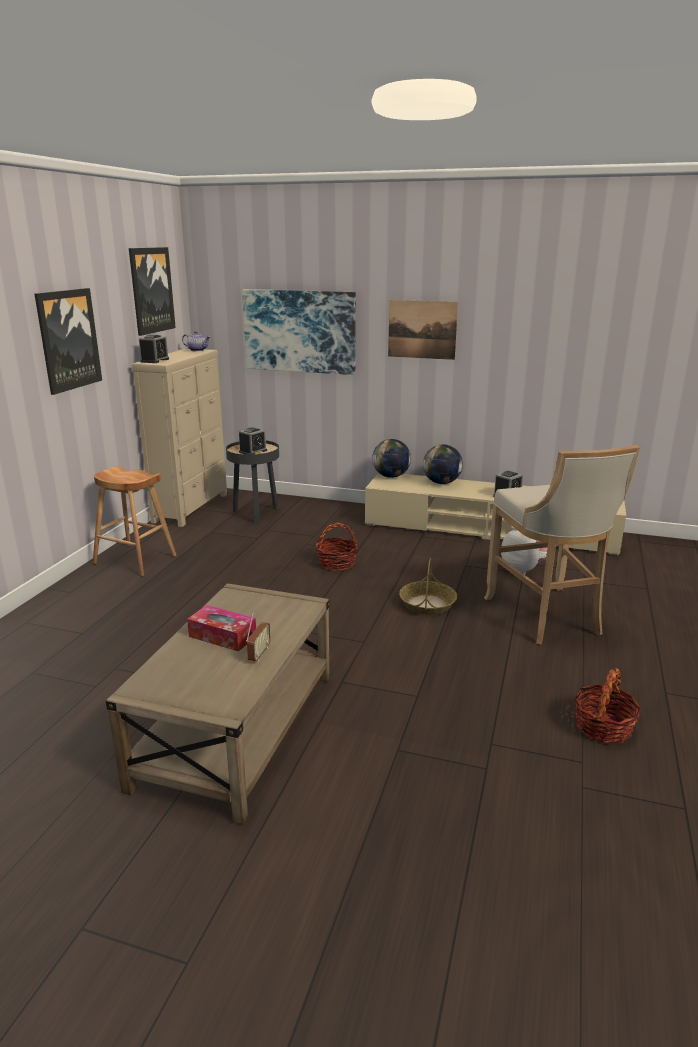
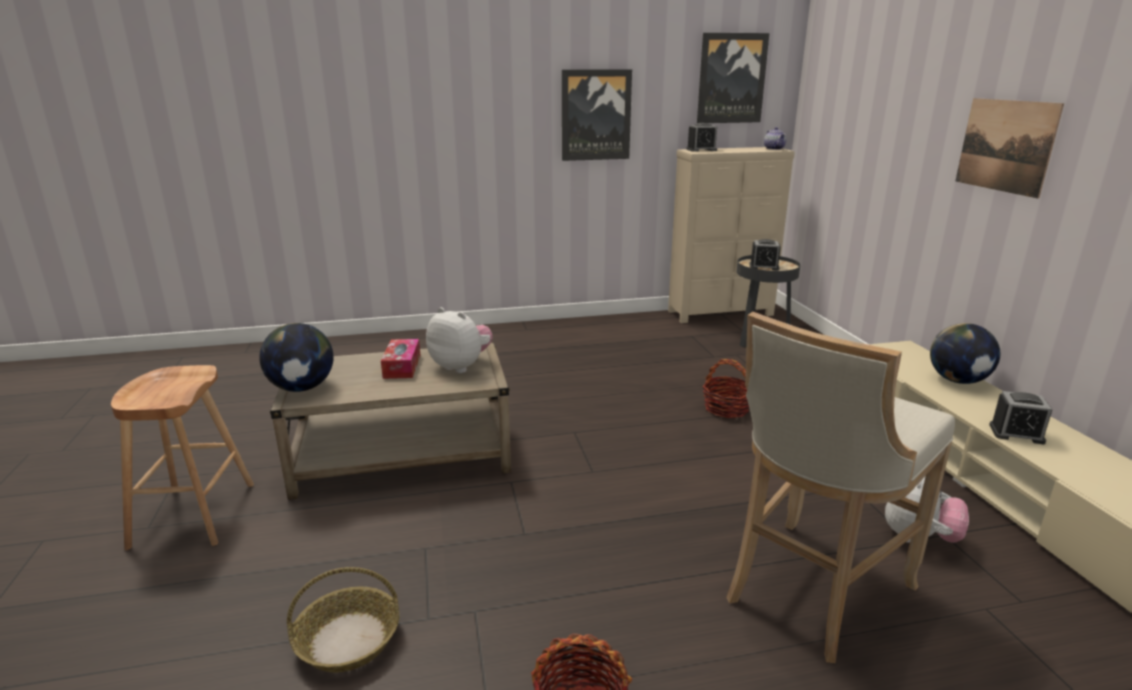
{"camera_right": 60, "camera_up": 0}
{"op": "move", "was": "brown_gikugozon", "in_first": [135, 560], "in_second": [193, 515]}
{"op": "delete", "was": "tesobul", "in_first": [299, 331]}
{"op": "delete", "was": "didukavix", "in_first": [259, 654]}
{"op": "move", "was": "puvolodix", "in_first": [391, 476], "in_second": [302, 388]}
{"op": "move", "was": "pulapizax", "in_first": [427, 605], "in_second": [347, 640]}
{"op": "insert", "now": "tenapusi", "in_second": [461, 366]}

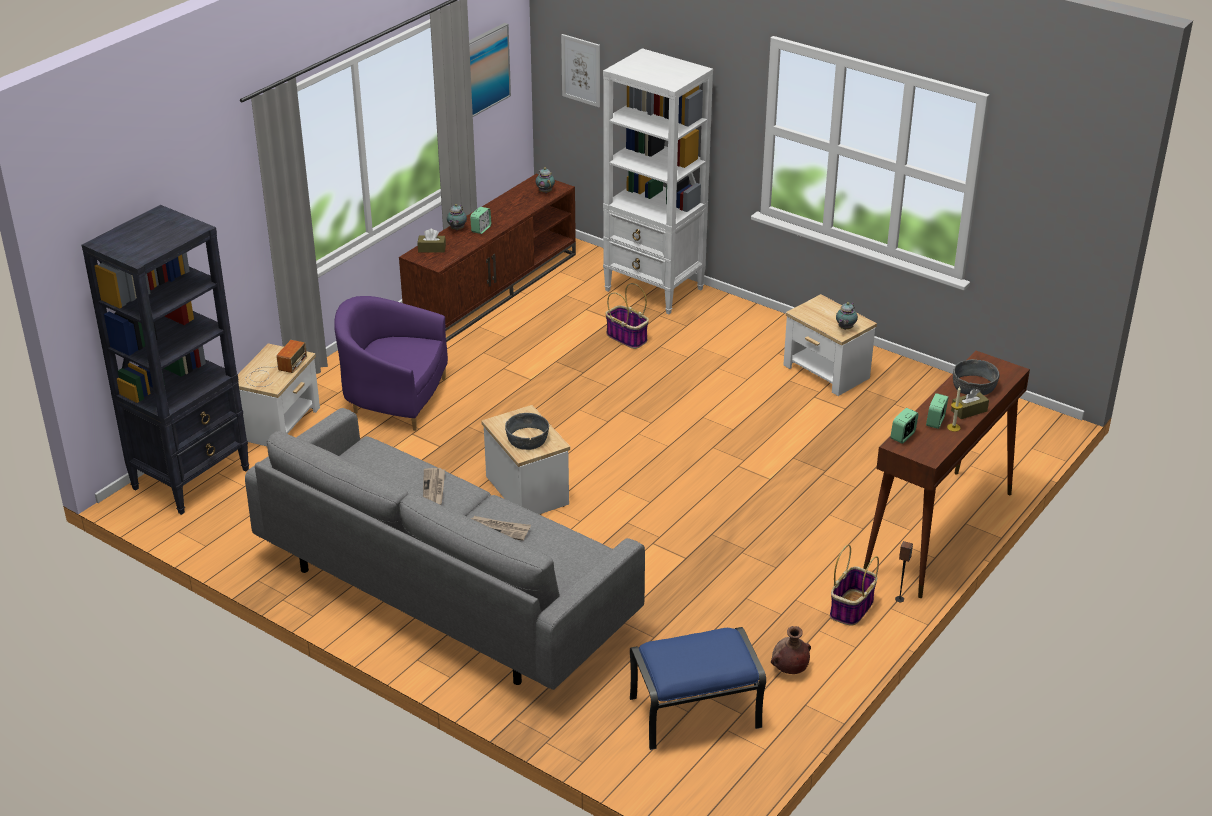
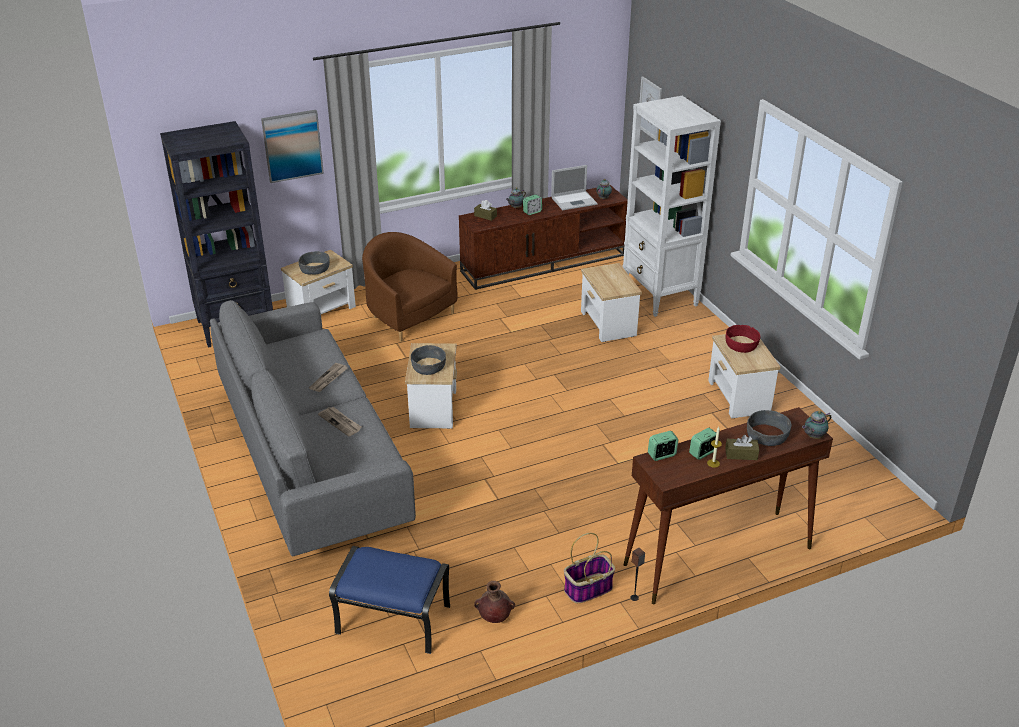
{"camera_right": 30, "camera_up": 0}
{"op": "replace", "was": "didukavix", "now": "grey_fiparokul", "in_first": [274, 371], "in_second": [315, 268]}
{"op": "recolor", "was": "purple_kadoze", "now": "brown_kadoze", "in_first": [394, 399], "in_second": [408, 316]}
{"op": "move", "was": "tesobul", "in_first": [485, 69], "in_second": [292, 145]}
{"op": "replace", "was": "pulapizax", "now": "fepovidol", "in_first": [627, 338], "in_second": [607, 324]}
{"op": "move", "was": "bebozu", "in_first": [845, 328], "in_second": [813, 437]}
{"op": "insert", "now": "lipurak", "in_second": [574, 201]}
{"op": "insert", "now": "red_fiparokul", "in_second": [741, 344]}

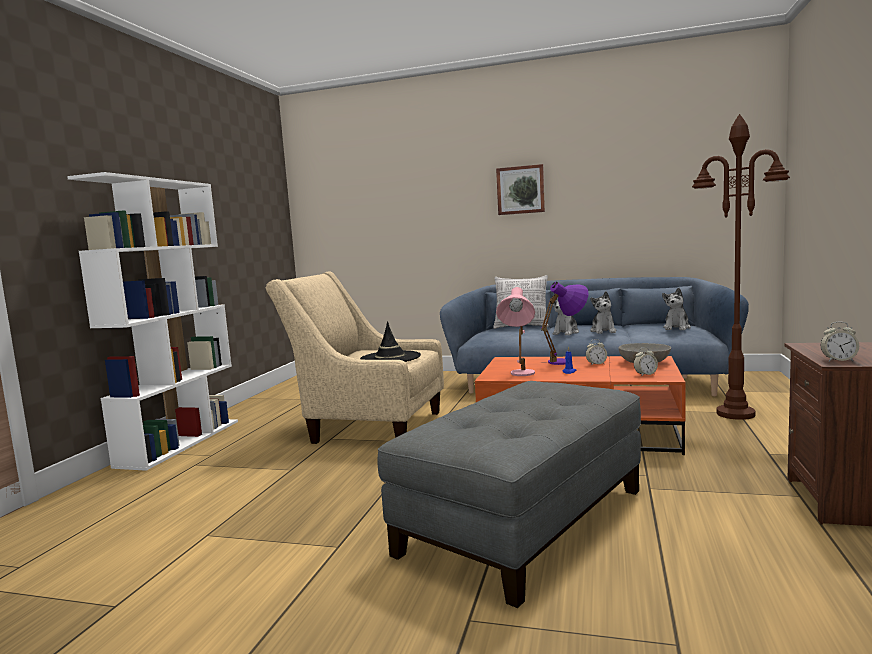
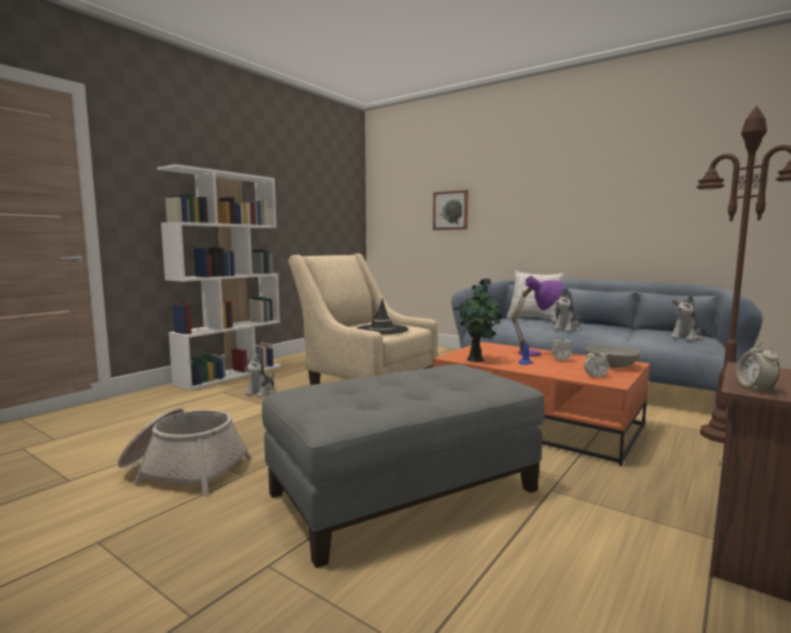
{"camera_right": 20, "camera_up": 0}
{"op": "move", "was": "tesobul", "in_first": [520, 190], "in_second": [451, 210]}
{"op": "replace", "was": "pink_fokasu", "now": "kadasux", "in_first": [520, 375], "in_second": [477, 360]}
{"op": "move", "was": "tenapusi", "in_first": [603, 331], "in_second": [261, 392]}
{"op": "rotate", "was": "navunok", "in_first": [838, 360], "in_second": [755, 388], "clockwise": 60}
{"op": "insert", "now": "pulapizax", "in_second": [184, 470]}

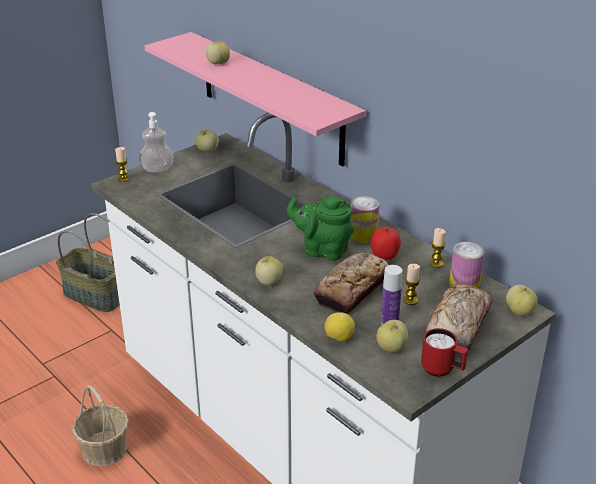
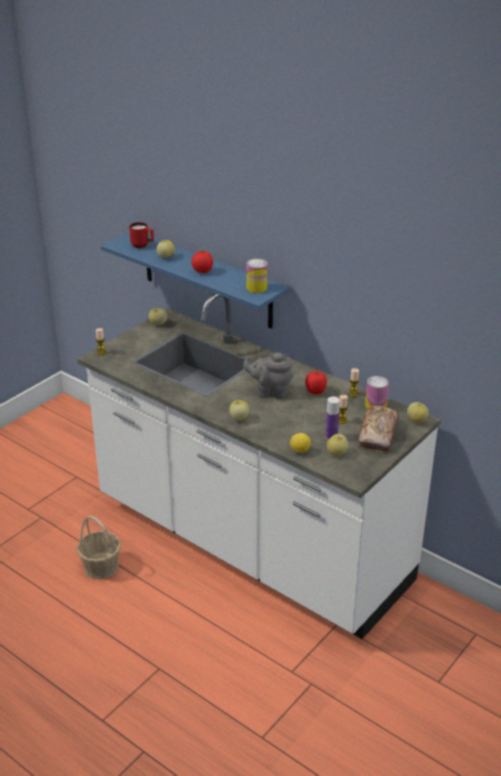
{"camera_right": -10, "camera_up": 0}
{"op": "delete", "was": "pulapizax", "in_first": [93, 296]}
{"op": "delete", "was": "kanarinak", "in_first": [157, 169]}
{"op": "recolor", "was": "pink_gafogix", "now": "blue_gafogix", "in_first": [271, 98], "in_second": [207, 280]}
{"op": "recolor", "was": "green_bebozu", "now": "grey_bebozu", "in_first": [322, 250], "in_second": [270, 392]}
{"op": "delete", "was": "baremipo", "in_first": [352, 289]}
{"op": "move", "was": "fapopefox", "in_first": [363, 235], "in_second": [256, 288]}
{"op": "move", "was": "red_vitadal", "in_first": [442, 370], "in_second": [142, 245]}
{"op": "insert", "now": "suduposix", "in_second": [202, 271]}

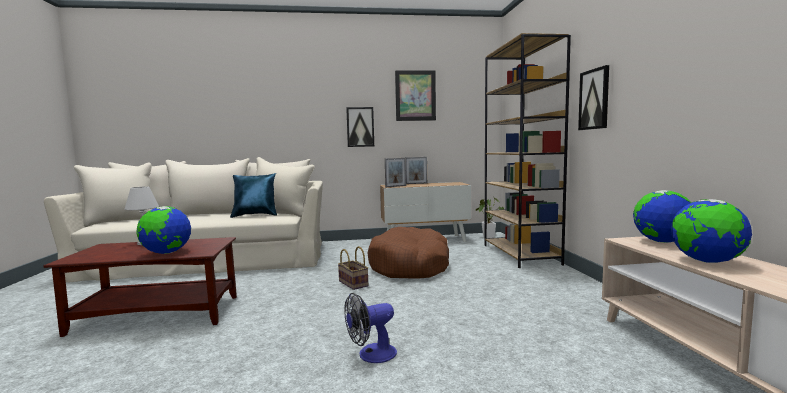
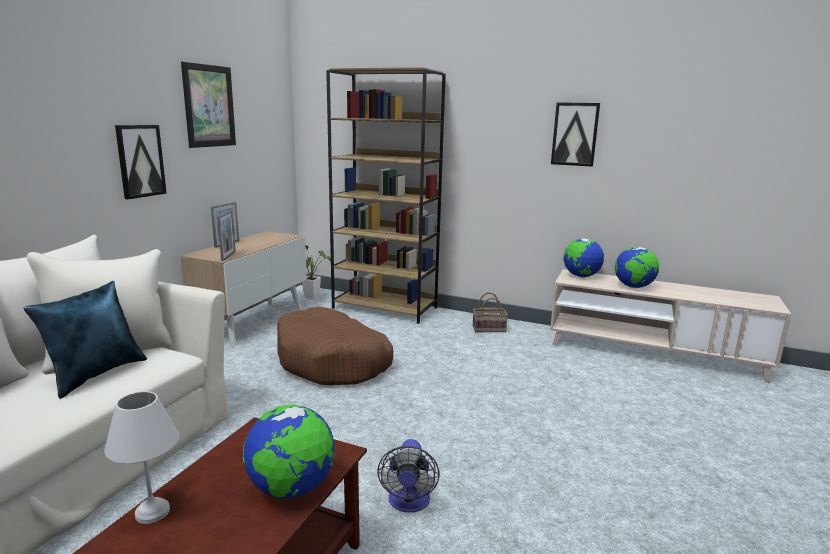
{"camera_right": -60, "camera_up": 10}
{"op": "move", "was": "pulapizax", "in_first": [354, 283], "in_second": [489, 329]}
{"op": "move", "was": "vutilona", "in_first": [371, 355], "in_second": [408, 503]}
{"op": "move", "was": "tesobul", "in_first": [594, 99], "in_second": [575, 134]}

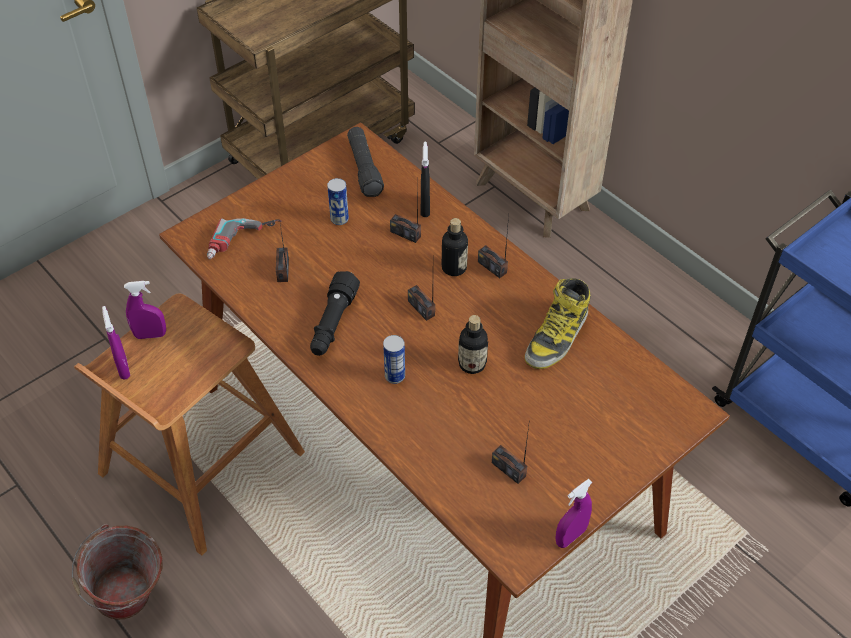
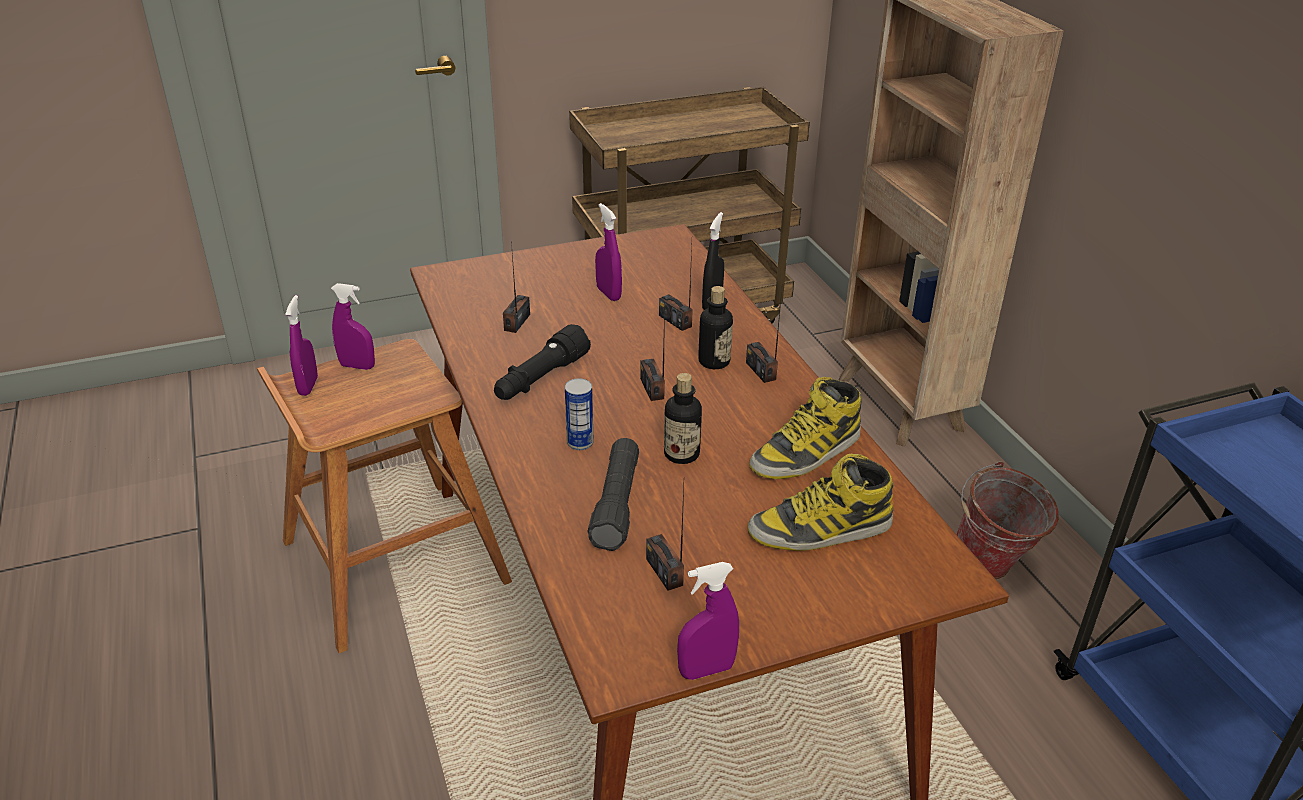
{"camera_right": 20, "camera_up": -15}
{"op": "move", "was": "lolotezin", "in_first": [133, 603], "in_second": [992, 570]}
{"op": "delete", "was": "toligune", "in_first": [244, 243]}
{"op": "replace", "was": "fapopefox", "now": "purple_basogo", "in_first": [339, 219], "in_second": [608, 294]}
{"op": "move", "was": "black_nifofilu", "in_first": [364, 169], "in_second": [616, 505]}
{"op": "insert", "now": "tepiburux", "in_second": [820, 530]}

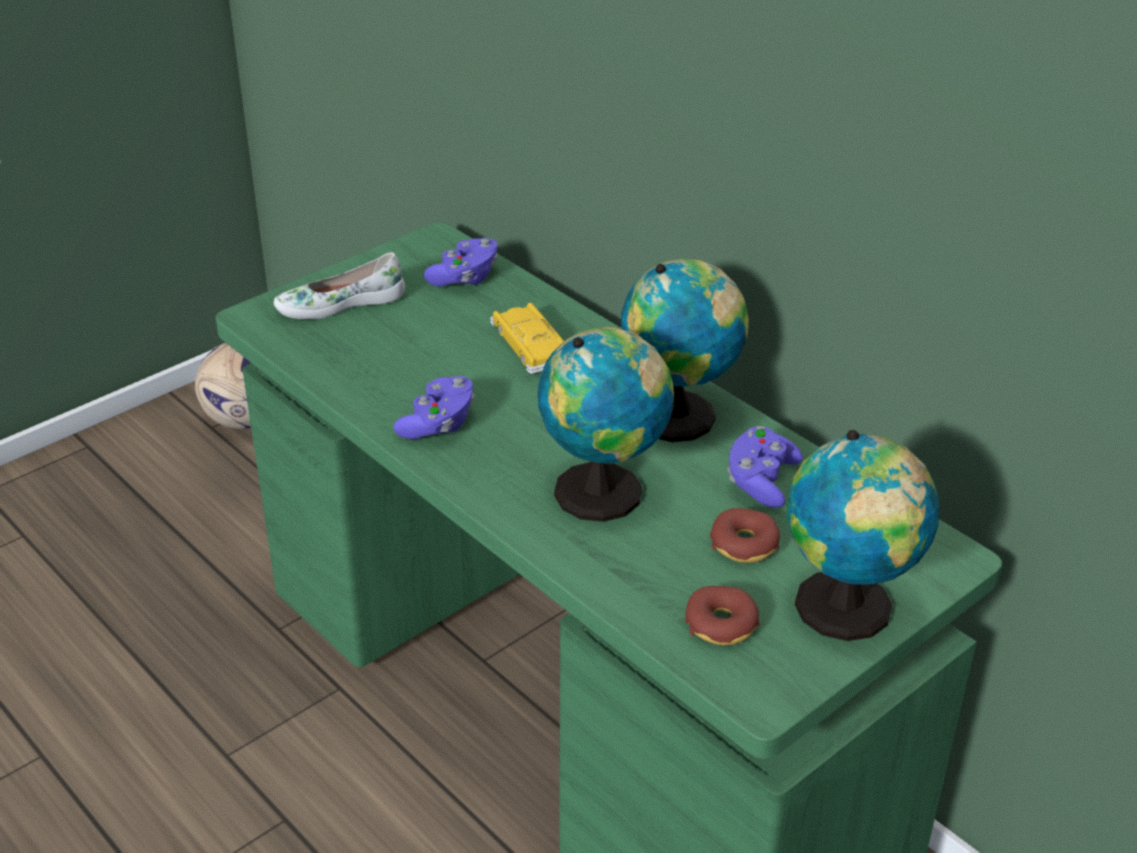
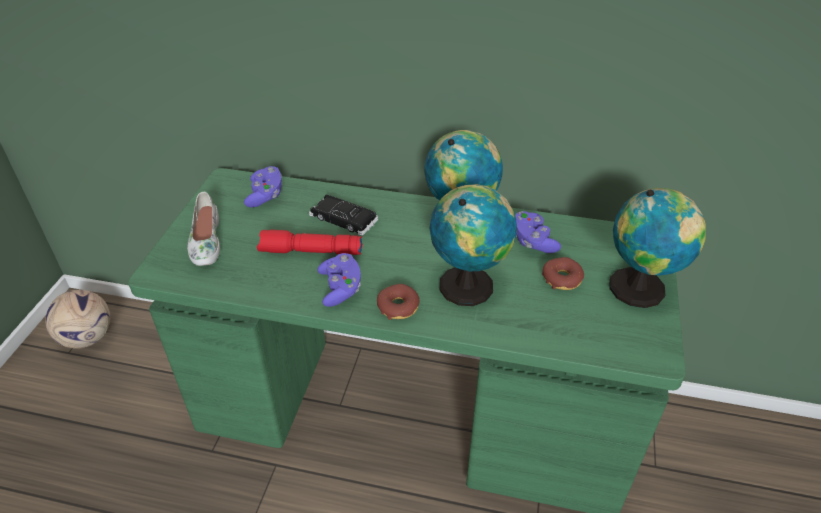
{"camera_right": -35, "camera_up": 5}
{"op": "rotate", "was": "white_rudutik", "in_first": [340, 303], "in_second": [205, 241], "clockwise": -45}
{"op": "recolor", "was": "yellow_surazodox", "now": "black_surazodox", "in_first": [531, 345], "in_second": [343, 219]}
{"op": "move", "was": "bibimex", "in_first": [721, 624], "in_second": [398, 307]}
{"op": "insert", "now": "red_nifofilu", "in_second": [310, 252]}

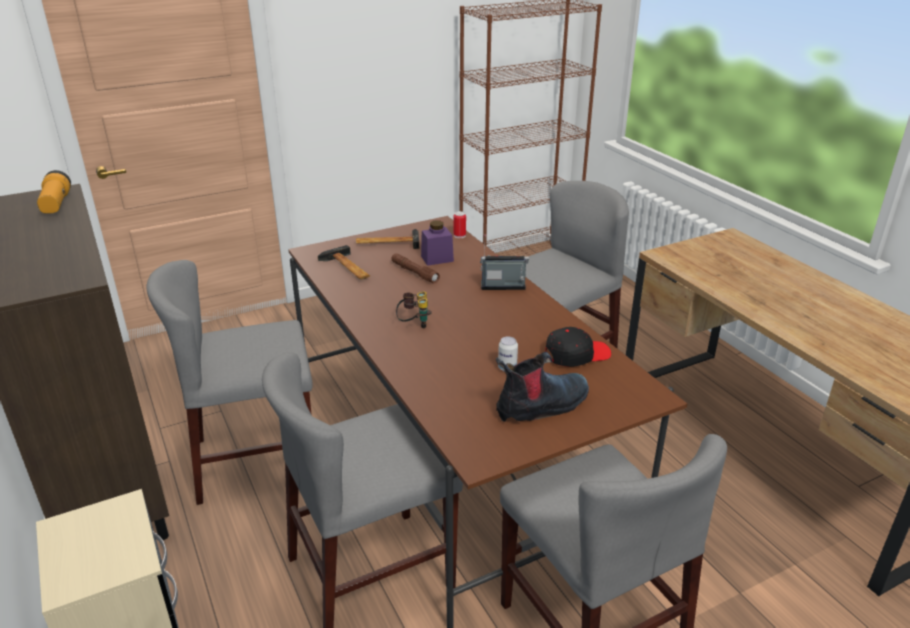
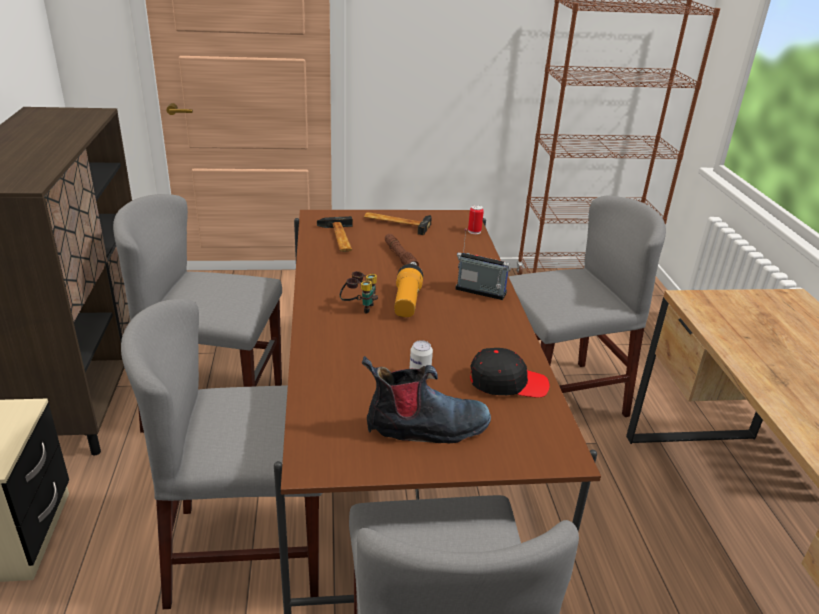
{"camera_right": 20, "camera_up": 0}
{"op": "move", "was": "nifofilu", "in_first": [56, 204], "in_second": [407, 302]}
{"op": "delete", "was": "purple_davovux", "in_first": [437, 258]}

